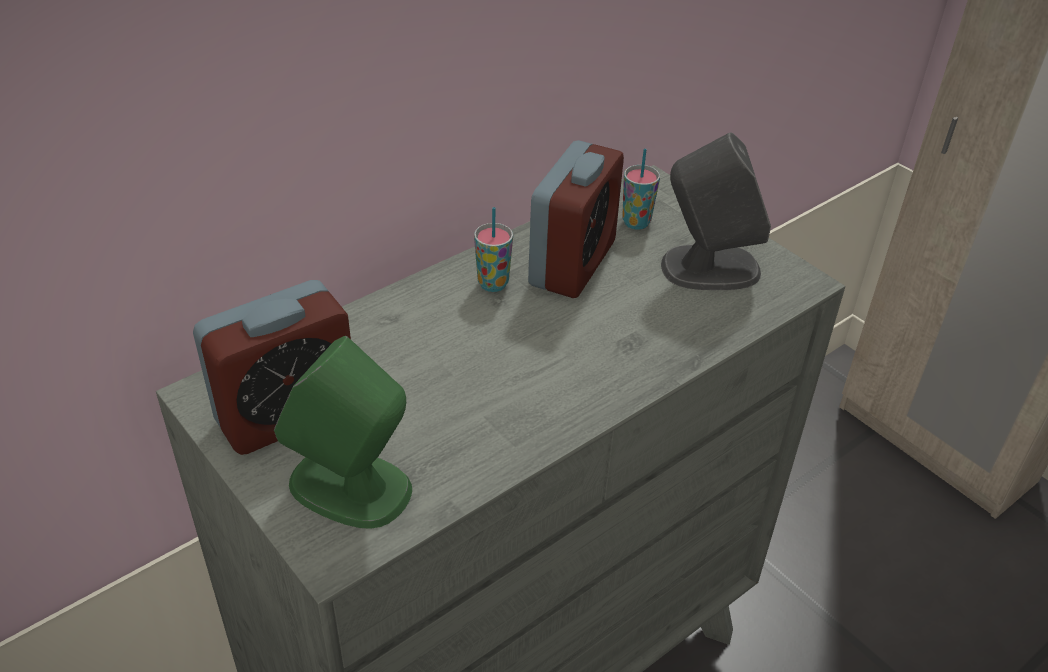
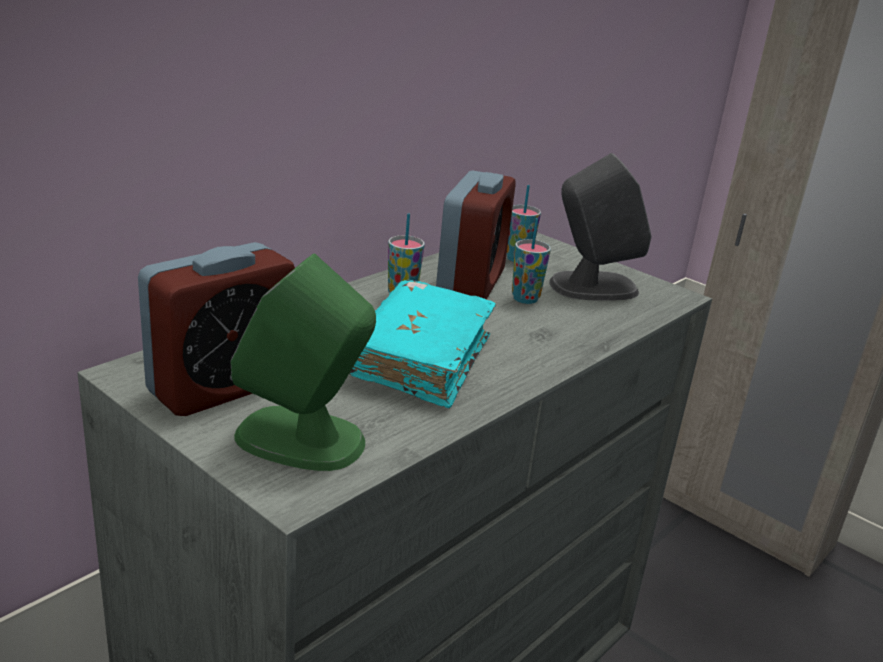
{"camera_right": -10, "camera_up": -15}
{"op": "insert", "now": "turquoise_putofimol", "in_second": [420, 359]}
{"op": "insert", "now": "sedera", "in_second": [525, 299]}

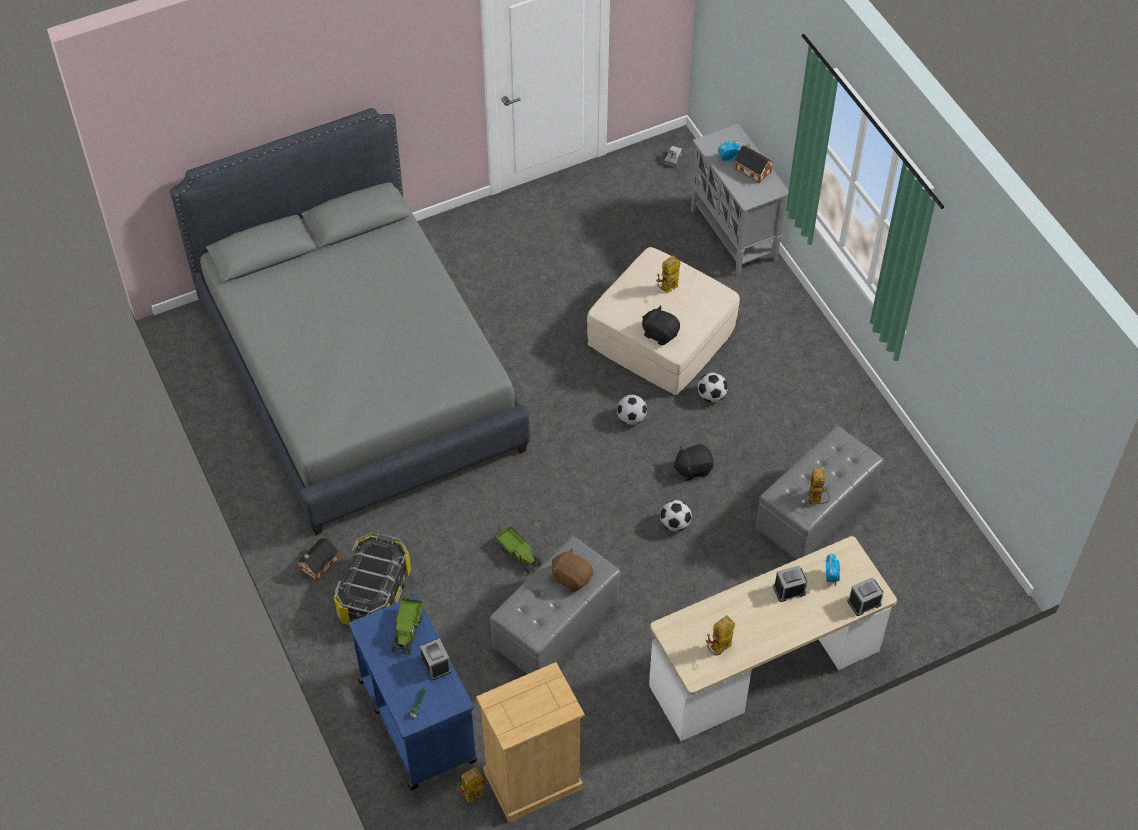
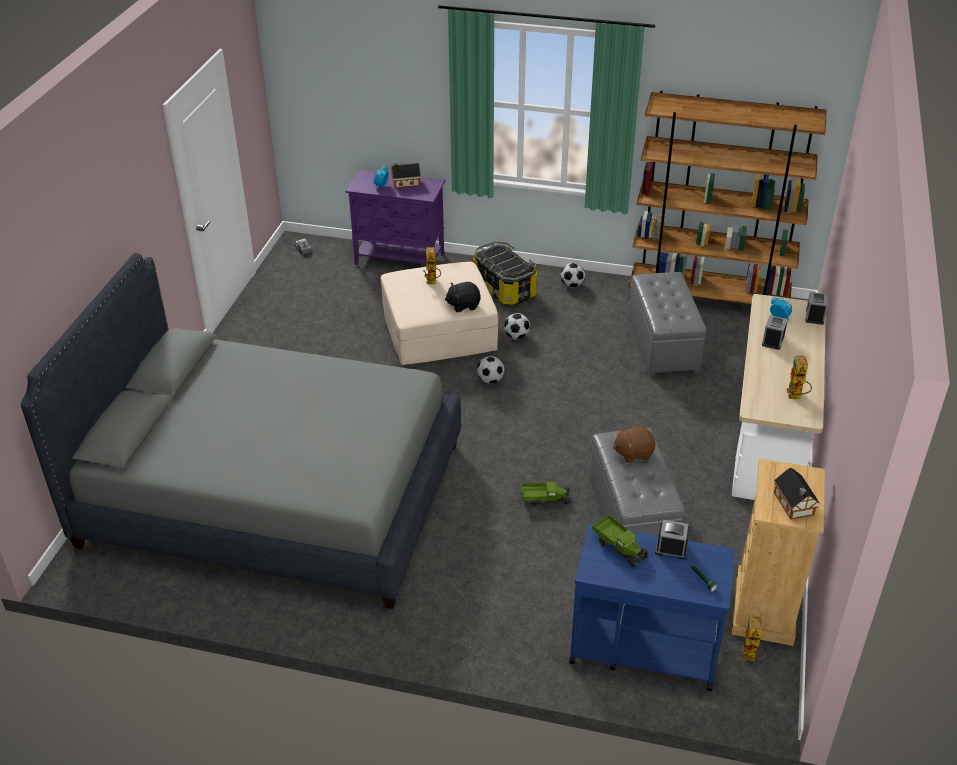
{"camera_right": -50, "camera_up": -15}
{"op": "move", "was": "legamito", "in_first": [318, 565], "in_second": [794, 505]}
{"op": "move", "was": "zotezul", "in_first": [374, 594], "in_second": [504, 288]}
{"op": "move", "was": "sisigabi", "in_first": [675, 524], "in_second": [572, 285]}
{"op": "delete", "was": "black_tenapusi", "in_first": [693, 468]}
{"op": "recolor", "was": "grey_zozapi", "now": "purple_zozapi", "in_first": [734, 235], "in_second": [400, 259]}
{"op": "delete", "was": "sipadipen", "in_first": [816, 501]}
{"op": "insert", "now": "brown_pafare", "in_second": [708, 300]}

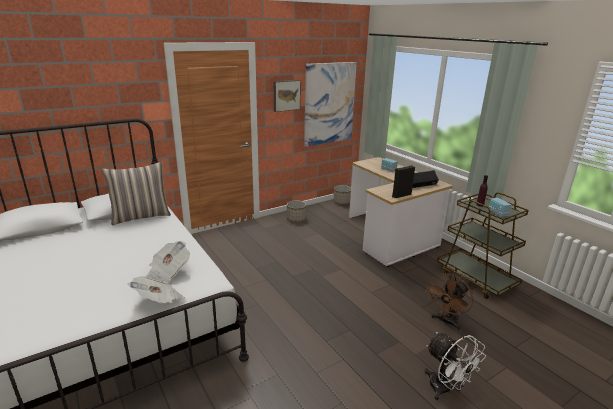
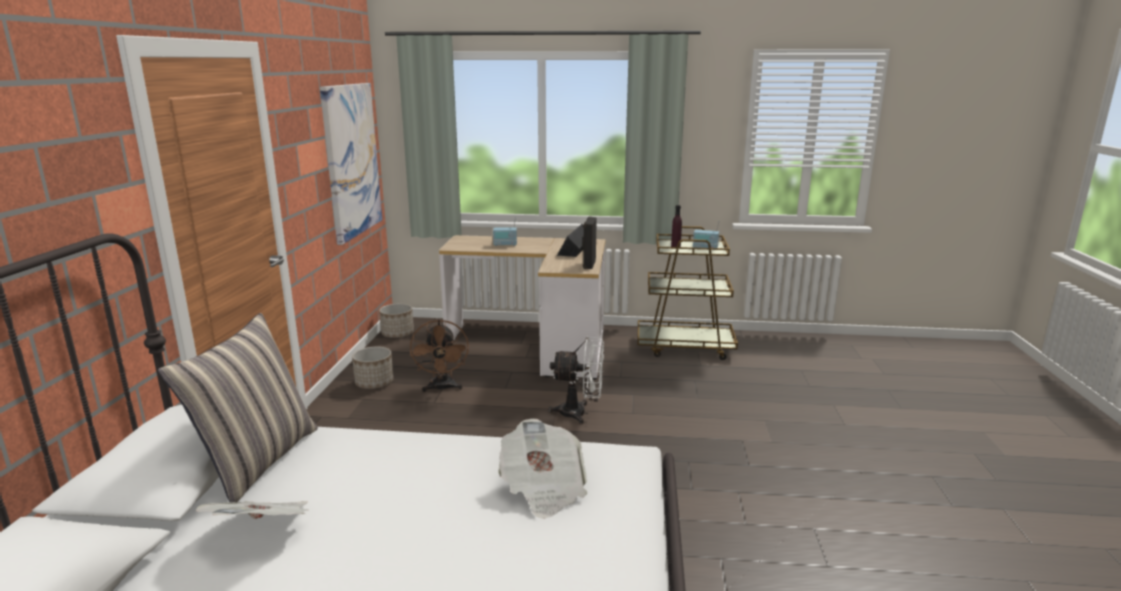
{"camera_right": -50, "camera_up": -5}
{"op": "move", "was": "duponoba", "in_first": [159, 301], "in_second": [263, 530]}
{"op": "delete", "was": "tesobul", "in_first": [286, 95]}
{"op": "move", "was": "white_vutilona", "in_first": [445, 389], "in_second": [580, 413]}
{"op": "move", "was": "brown_vutilona", "in_first": [446, 322], "in_second": [442, 388]}

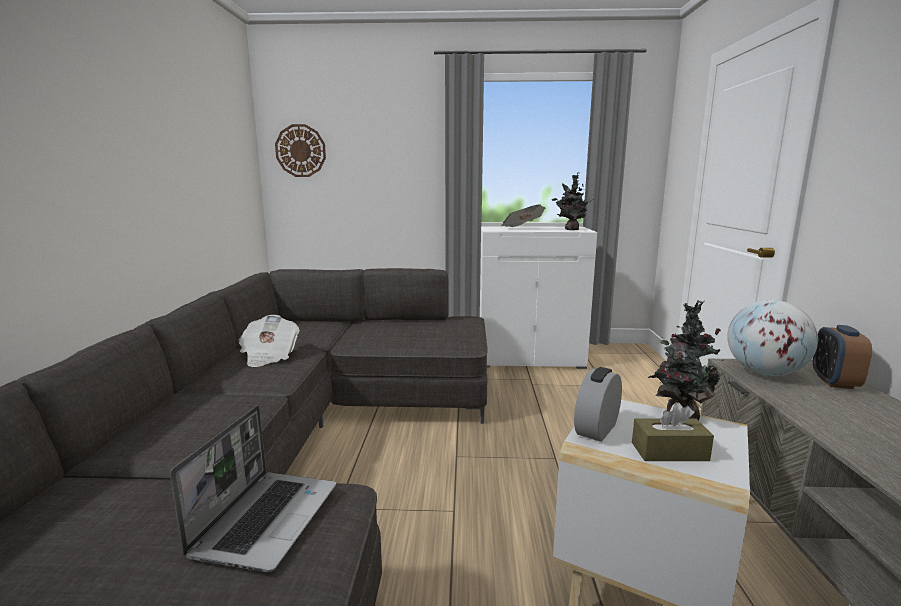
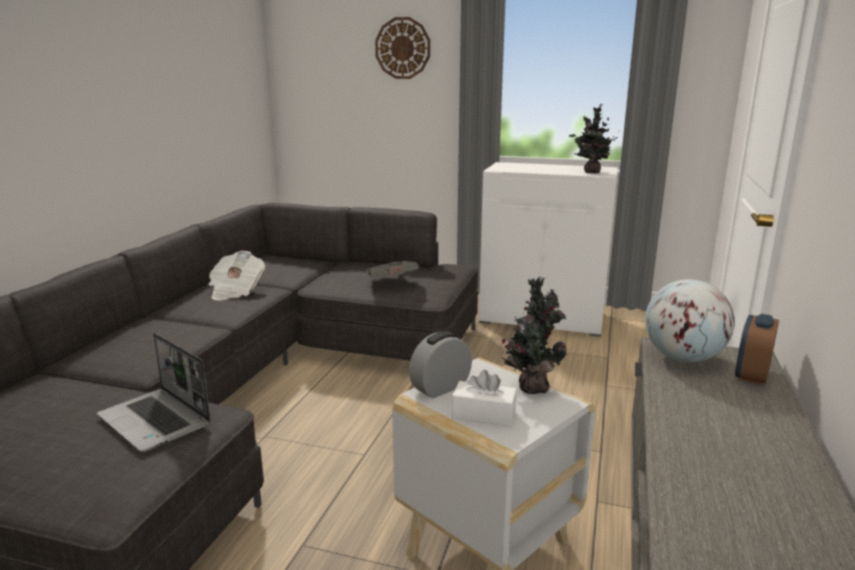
{"camera_right": 15, "camera_up": 5}
{"op": "rotate", "was": "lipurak", "in_first": [267, 518], "in_second": [156, 421], "clockwise": 105}
{"op": "move", "was": "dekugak", "in_first": [300, 151], "in_second": [402, 48]}
{"op": "move", "was": "duponoba", "in_first": [522, 228], "in_second": [393, 284]}
{"op": "recolor", "was": "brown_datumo", "now": "white_datumo", "in_first": [669, 452], "in_second": [484, 414]}

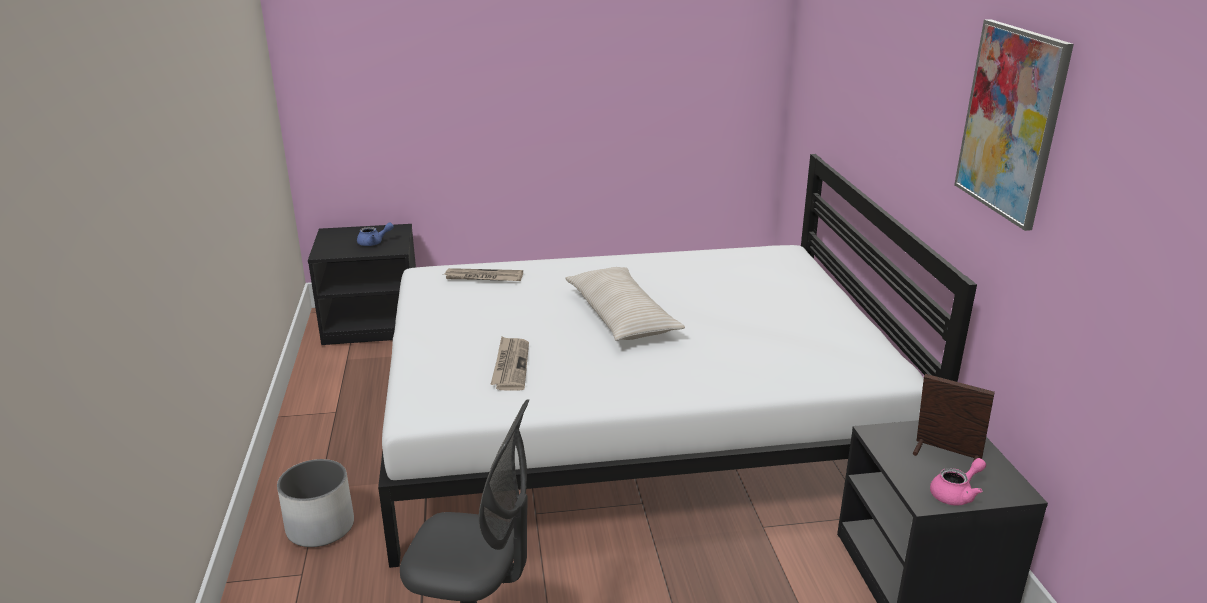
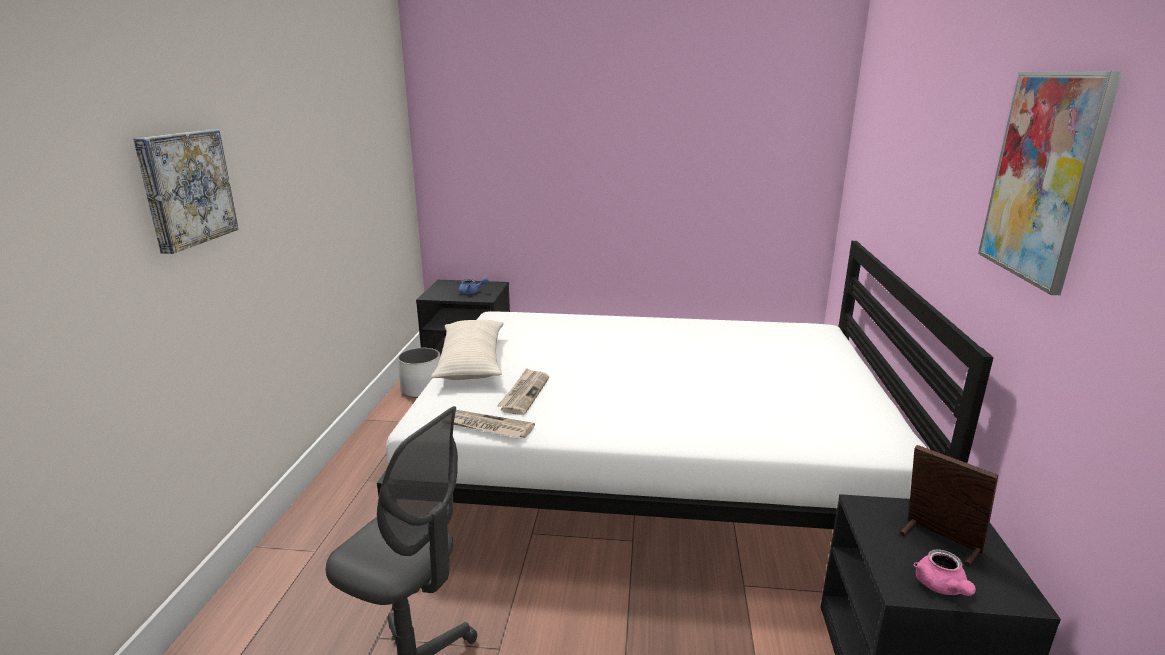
{"camera_right": 15, "camera_up": -5}
{"op": "move", "was": "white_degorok", "in_first": [321, 527], "in_second": [422, 389]}
{"op": "move", "was": "duponoba", "in_first": [483, 277], "in_second": [485, 427]}
{"op": "move", "was": "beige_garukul", "in_first": [621, 316], "in_second": [471, 362]}
{"op": "rotate", "was": "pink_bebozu", "in_first": [956, 494], "in_second": [941, 587], "clockwise": 105}
{"op": "insert", "now": "tesobul", "in_second": [185, 188]}

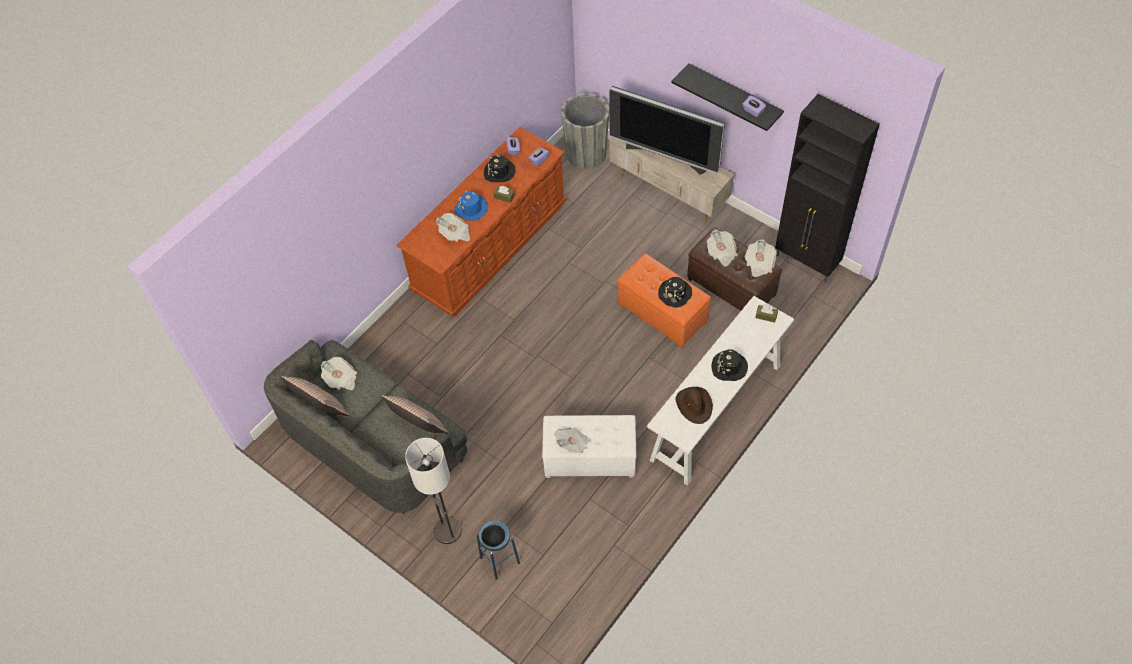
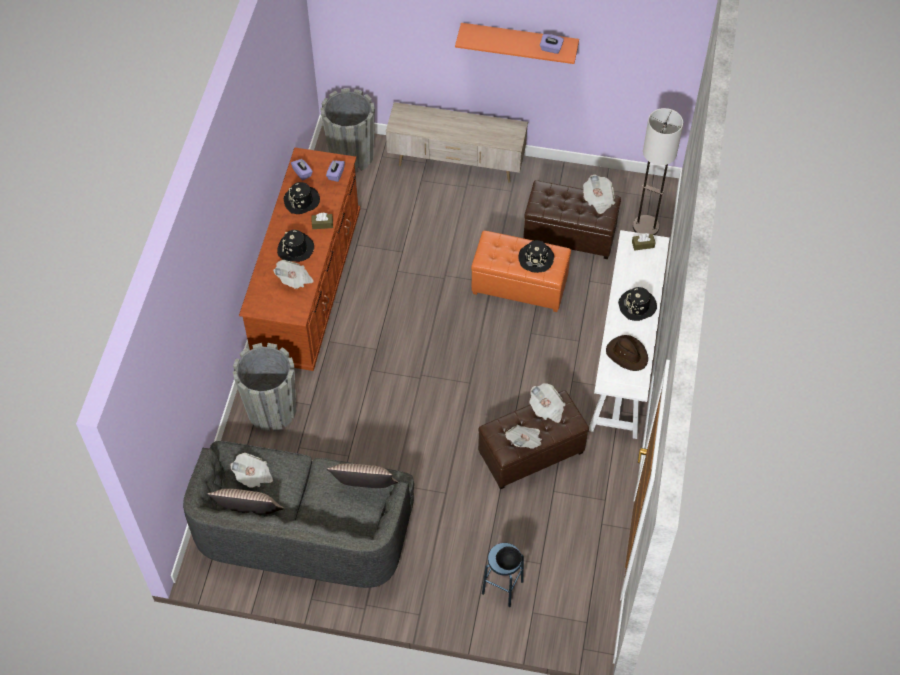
{"camera_right": -30, "camera_up": 0}
{"op": "move", "was": "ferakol", "in_first": [448, 530], "in_second": [646, 226]}
{"op": "recolor", "was": "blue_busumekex", "now": "black_busumekex", "in_first": [471, 209], "in_second": [295, 249]}
{"op": "recolor", "was": "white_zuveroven", "now": "brown_zuveroven", "in_first": [590, 458], "in_second": [531, 453]}
{"op": "delete", "was": "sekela", "in_first": [666, 156]}
{"op": "recolor", "was": "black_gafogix", "now": "orange_gafogix", "in_first": [734, 95], "in_second": [519, 40]}
{"op": "move", "was": "duponoba", "in_first": [721, 253], "in_second": [547, 408]}
{"op": "delete", "was": "black_zozapi", "in_first": [807, 262]}
{"op": "insert", "now": "grey_degorok", "in_second": [271, 410]}

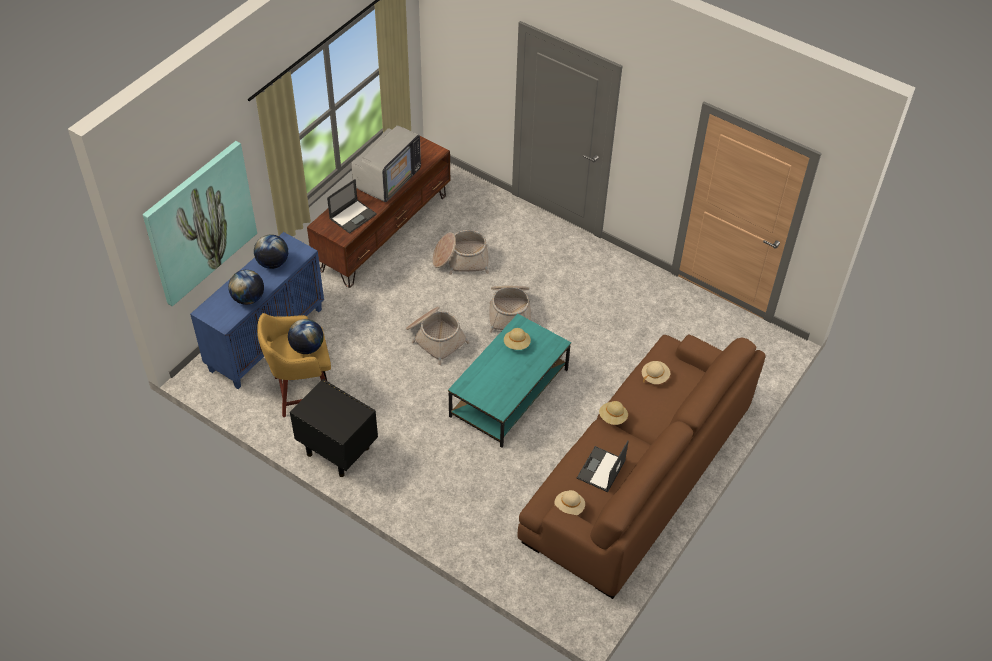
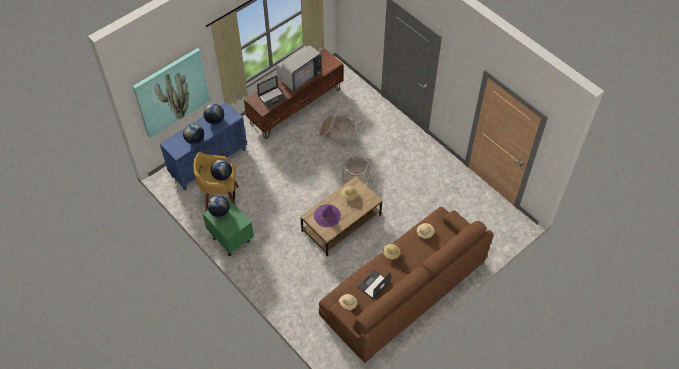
{"camera_right": 15, "camera_up": 5}
{"op": "recolor", "was": "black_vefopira", "now": "green_vefopira", "in_first": [337, 450], "in_second": [230, 239]}
{"op": "delete", "was": "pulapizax", "in_first": [435, 338]}
{"op": "recolor", "was": "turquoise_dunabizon", "now": "brown_dunabizon", "in_first": [509, 393], "in_second": [341, 223]}
{"op": "insert", "now": "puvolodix", "in_second": [219, 212]}
{"op": "insert", "now": "purple_busumekex", "in_second": [327, 216]}

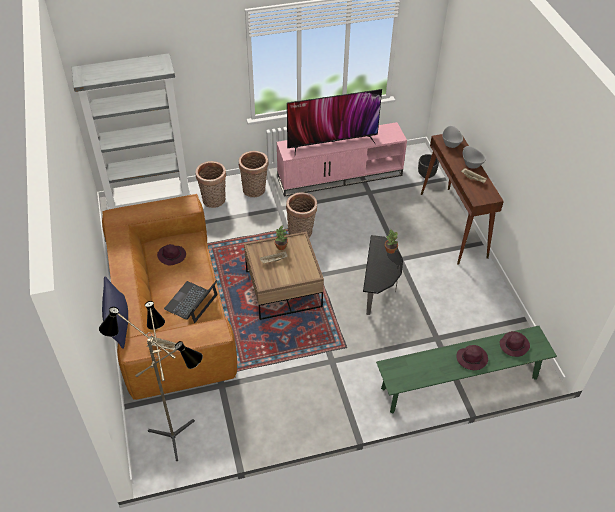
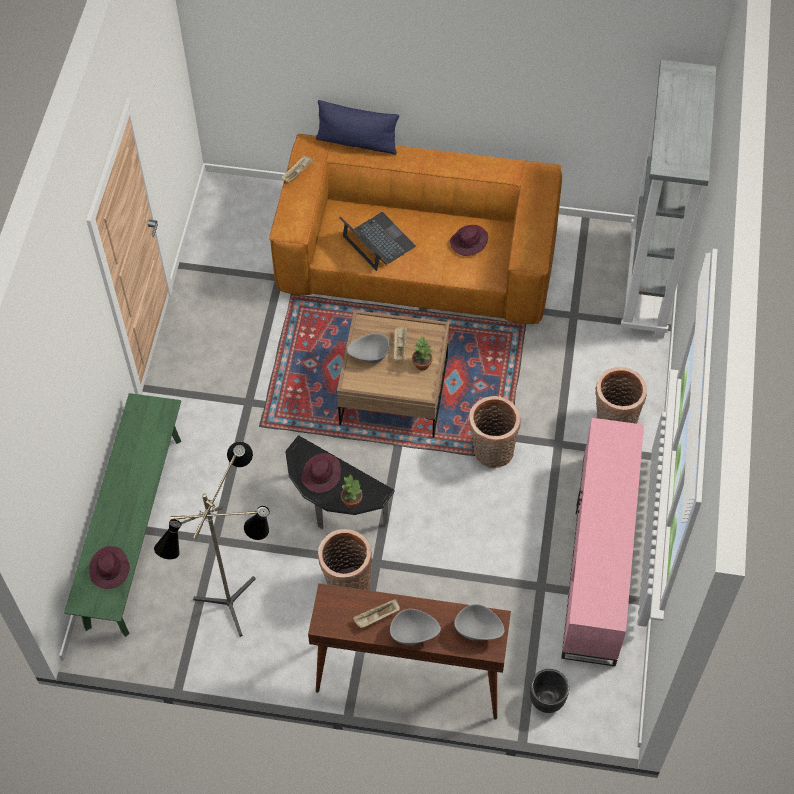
{"camera_right": 115, "camera_up": 10}
{"op": "move", "was": "ferakol", "in_first": [174, 432], "in_second": [236, 608]}
{"op": "move", "was": "pulapizax", "in_first": [214, 201], "in_second": [347, 585]}
{"op": "delete", "was": "sekela", "in_first": [332, 142]}
{"op": "move", "was": "purple_busumekex", "in_first": [472, 358], "in_second": [321, 475]}
{"op": "insert", "now": "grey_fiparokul", "in_second": [369, 356]}

